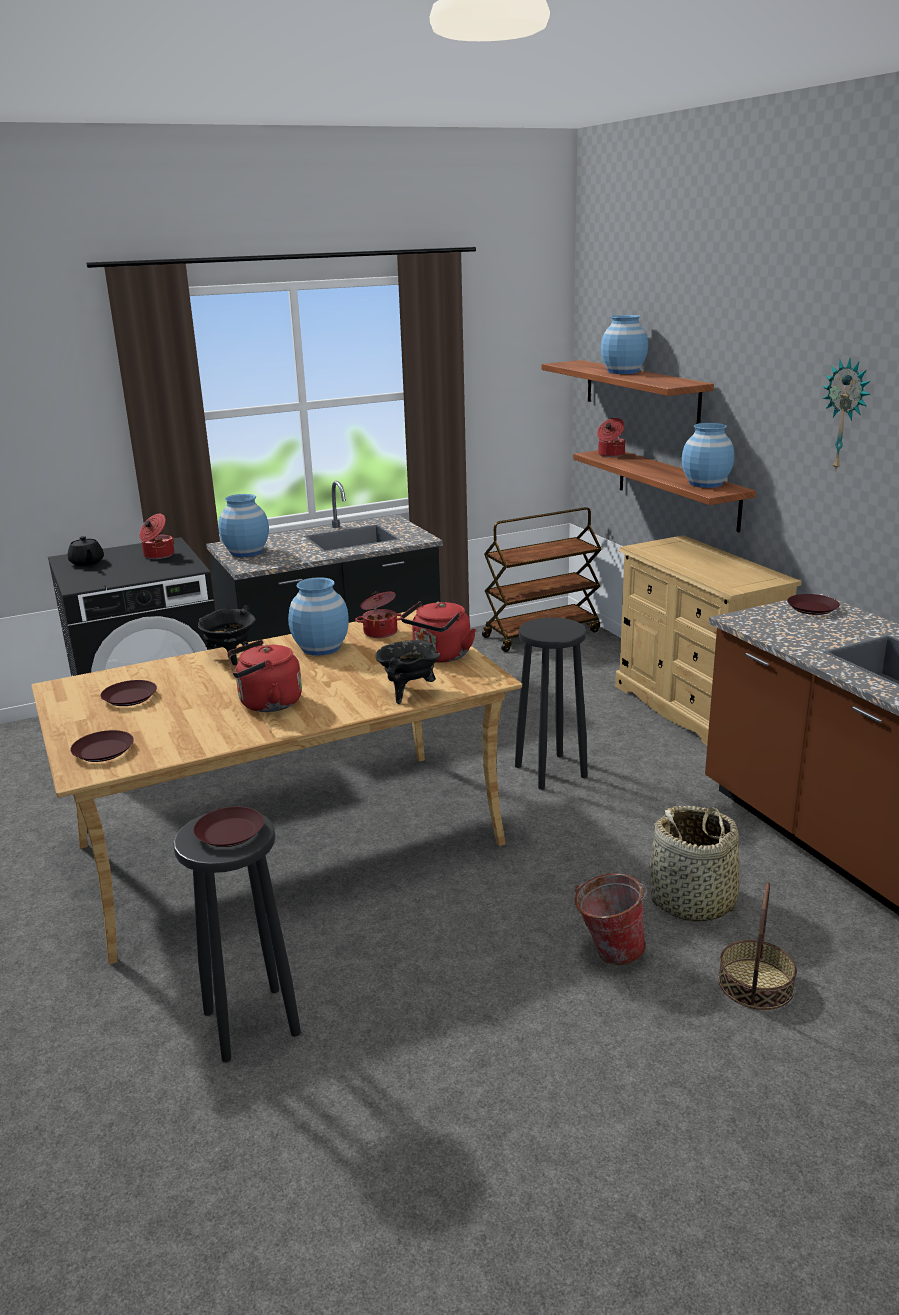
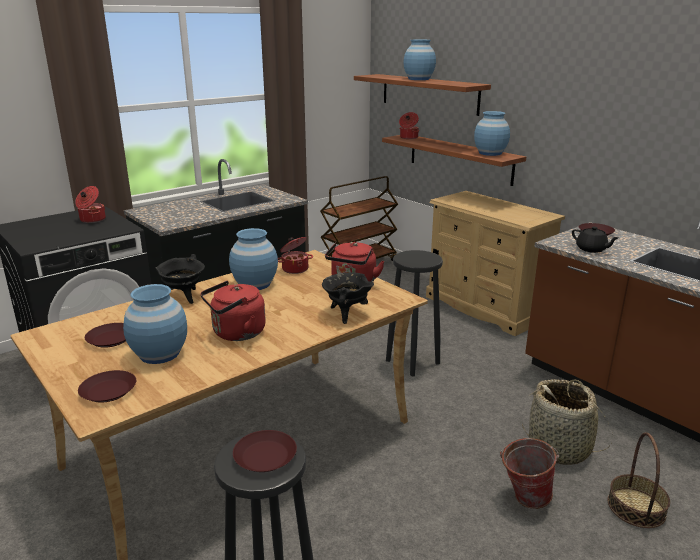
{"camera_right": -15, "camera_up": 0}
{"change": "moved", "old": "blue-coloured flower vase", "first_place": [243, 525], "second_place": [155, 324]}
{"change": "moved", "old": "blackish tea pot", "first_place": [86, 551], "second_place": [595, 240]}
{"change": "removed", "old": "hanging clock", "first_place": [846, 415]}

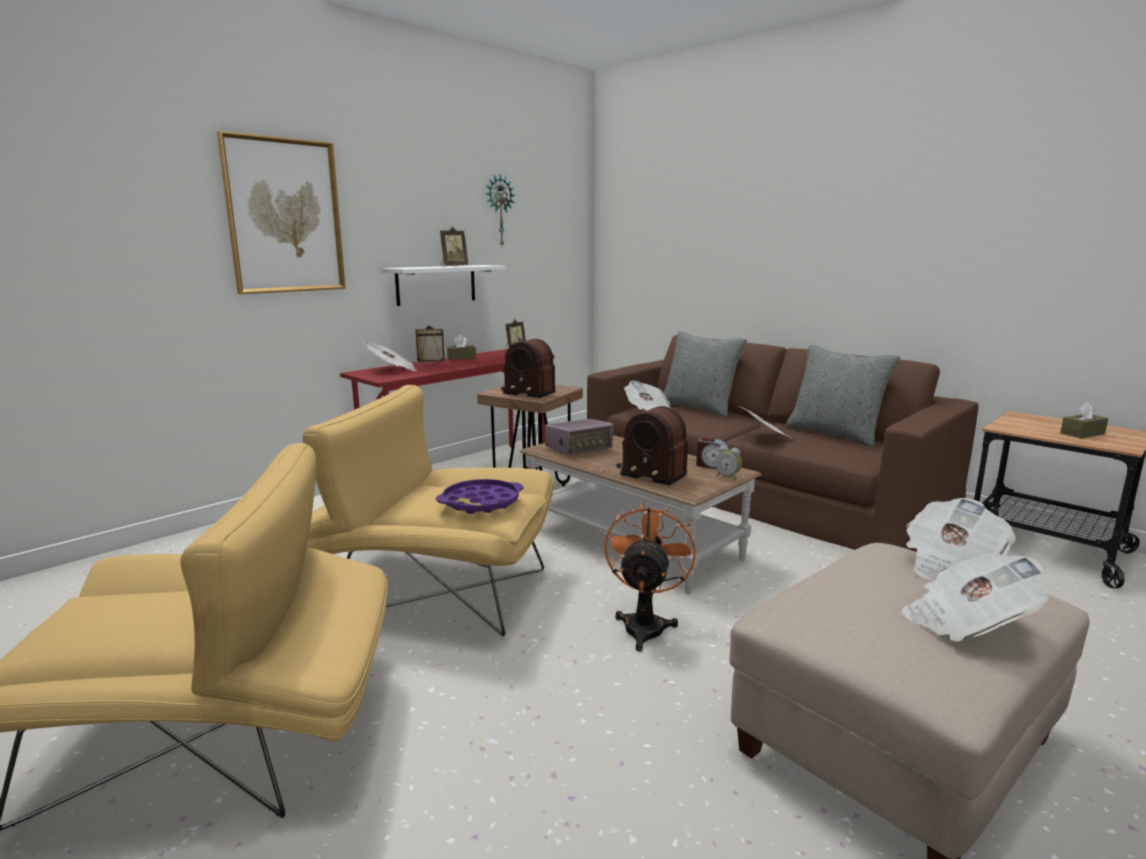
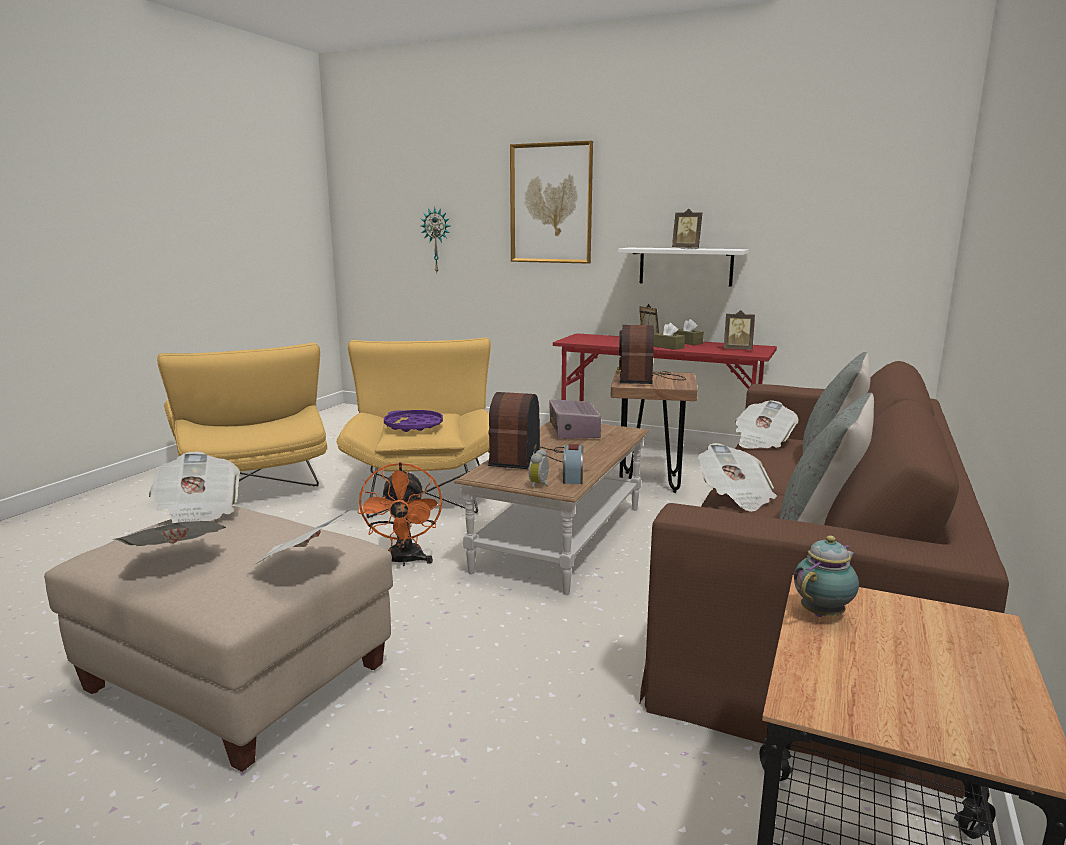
{"camera_right": 70, "camera_up": 0}
{"change": "moved", "old": "printed paper", "first_place": [390, 356], "second_place": [194, 487]}
{"change": "turned", "old": "orangey fan", "first_place": [650, 576], "second_place": [400, 514], "degrees": 90}
{"change": "moved", "old": "hanging clock", "first_place": [500, 210], "second_place": [435, 240]}
{"change": "turned", "old": "radio", "first_place": [580, 437], "second_place": [575, 419], "degrees": 45}
{"change": "moved", "old": "brown tissue box", "first_place": [1084, 419], "second_place": [669, 336]}
{"change": "added", "new": "tea pot", "second_place": [826, 576]}

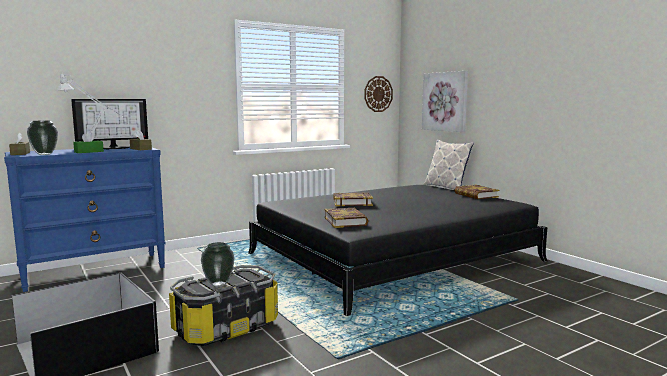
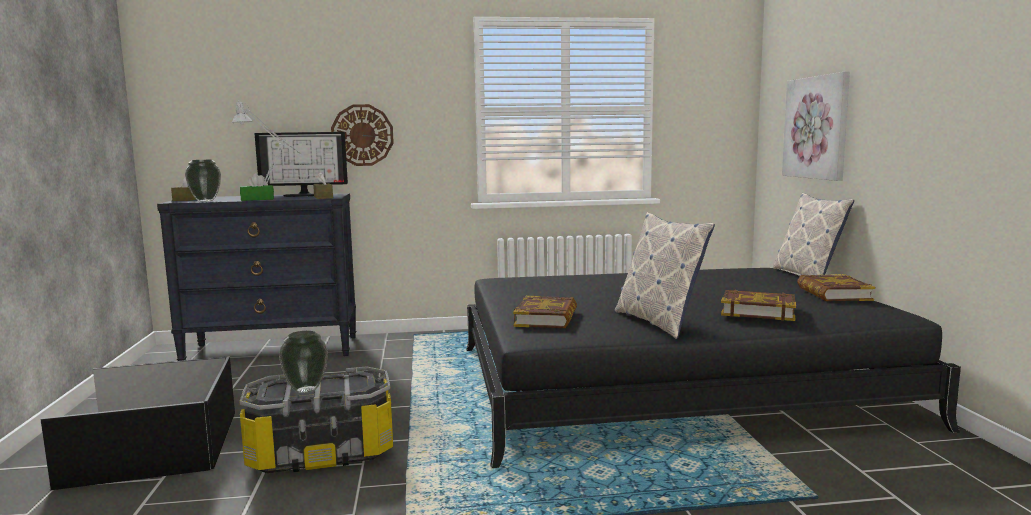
{"camera_right": 25, "camera_up": 0}
{"change": "recoloured", "old": "blue-coloured drawer chest", "new": "blackish drawer chest", "first_place": [85, 219], "second_place": [256, 277]}
{"change": "moved", "old": "hanging clock", "first_place": [378, 94], "second_place": [362, 135]}
{"change": "added", "new": "cushion", "second_place": [665, 275]}
{"change": "moved", "old": "bound book", "first_place": [353, 199], "second_place": [758, 305]}

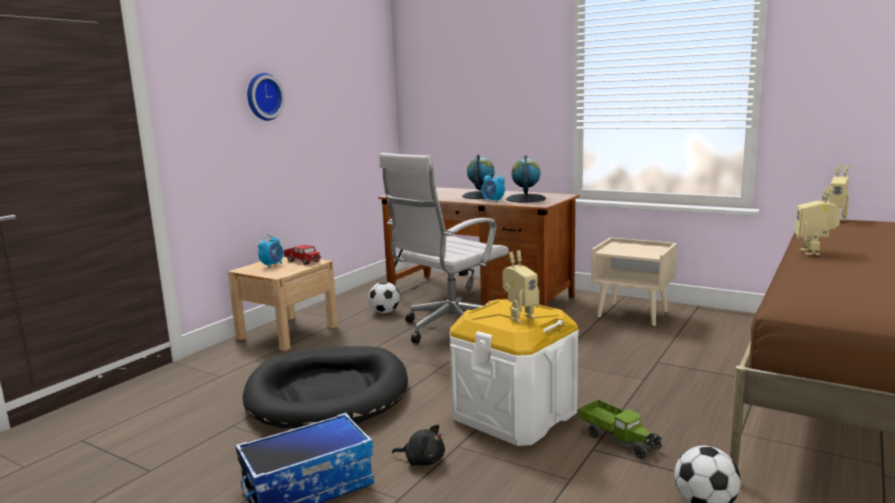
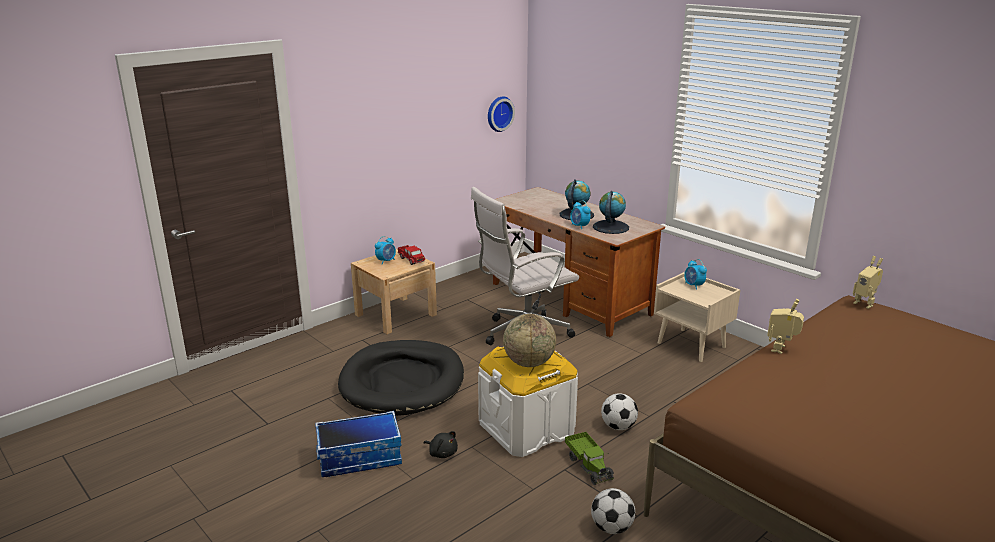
{"camera_right": 15, "camera_up": 10}
{"change": "moved", "old": "hanging clock", "first_place": [266, 97], "second_place": [501, 114]}
{"change": "replaced", "old": "robot figure", "new": "desk globe", "first_place": [520, 286], "second_place": [529, 340]}
{"change": "moved", "old": "football", "first_place": [384, 297], "second_place": [619, 411]}
{"change": "added", "new": "bedside clock", "second_place": [695, 274]}

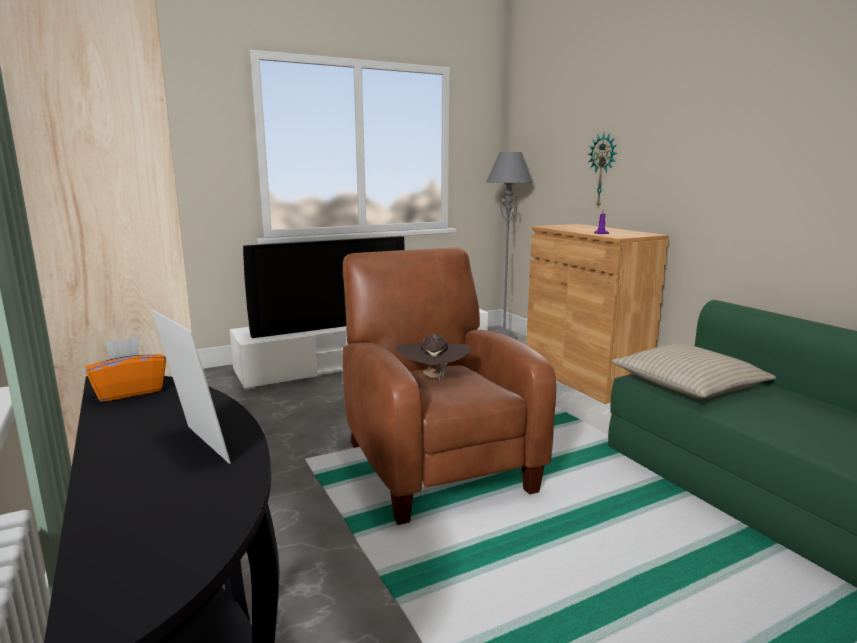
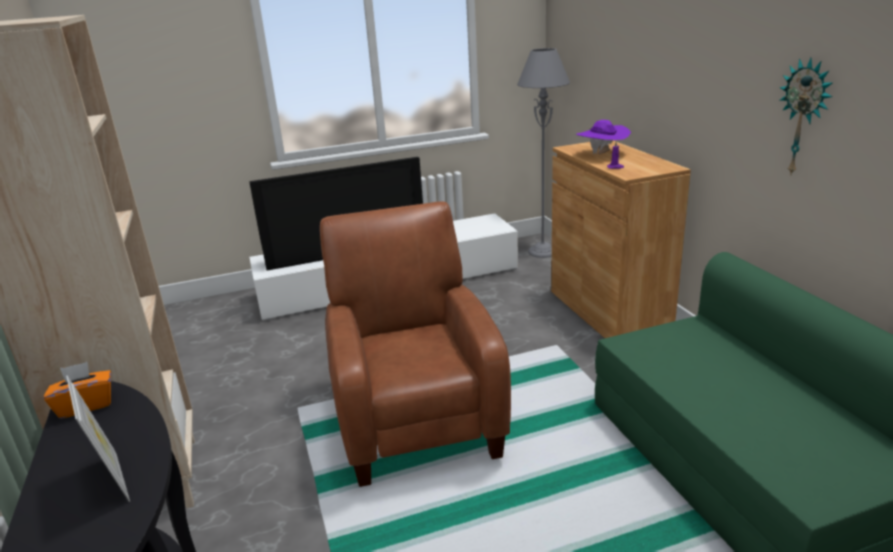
{"camera_right": 10, "camera_up": 10}
{"change": "added", "new": "purple wearable hat", "second_place": [603, 137]}
{"change": "moved", "old": "hanging clock", "first_place": [603, 170], "second_place": [805, 117]}
{"change": "removed", "old": "brown wearable hat", "first_place": [434, 358]}
{"change": "removed", "old": "beige cushion", "first_place": [694, 371]}

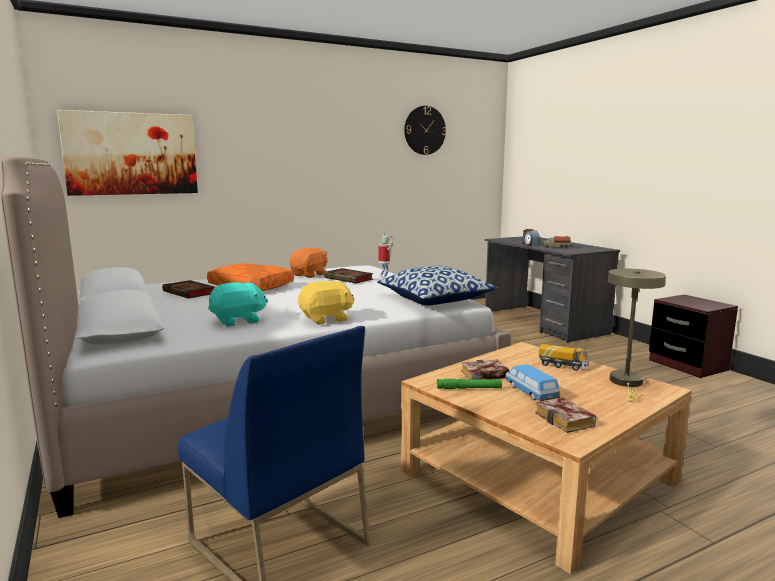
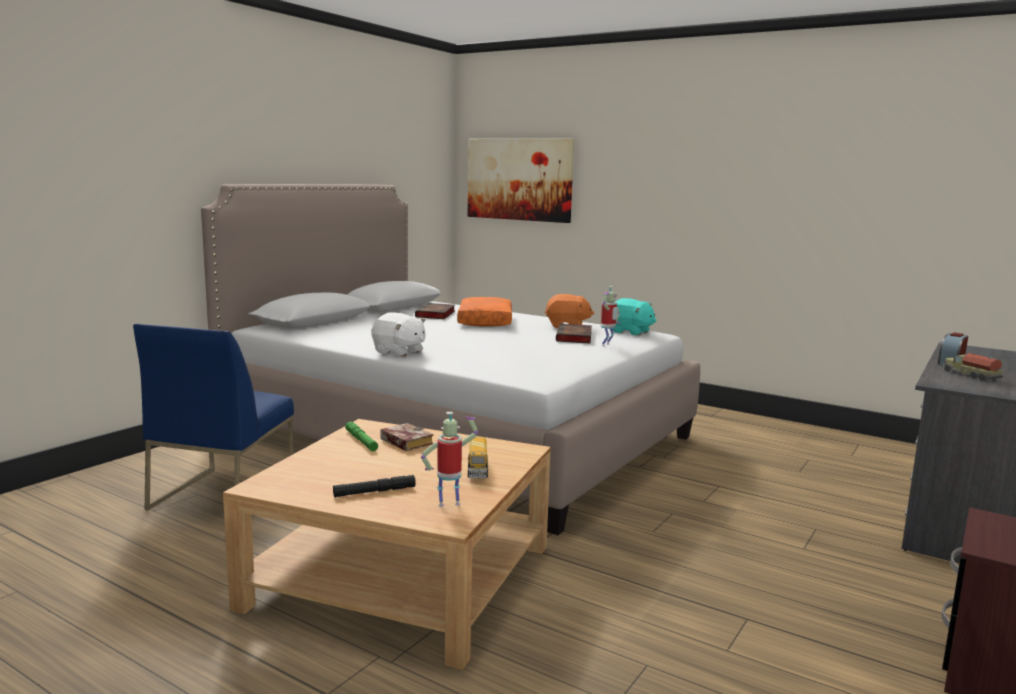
{"camera_right": 60, "camera_up": 0}
{"change": "added", "new": "blackish hand torch", "second_place": [374, 486]}
{"change": "recoloured", "old": "yellow-coloured plush toy", "new": "white plush toy", "first_place": [326, 303], "second_place": [398, 334]}
{"change": "replaced", "old": "beige lamp for a table", "new": "robot figure", "first_place": [637, 335], "second_place": [449, 459]}
{"change": "moved", "old": "turquoise plush toy", "first_place": [238, 304], "second_place": [635, 317]}
{"change": "removed", "old": "cushion", "first_place": [437, 285]}
{"change": "removed", "old": "hanging clock", "first_place": [425, 130]}
{"change": "removed", "old": "model car", "first_place": [532, 382]}
{"change": "removed", "old": "bound book", "first_place": [565, 415]}

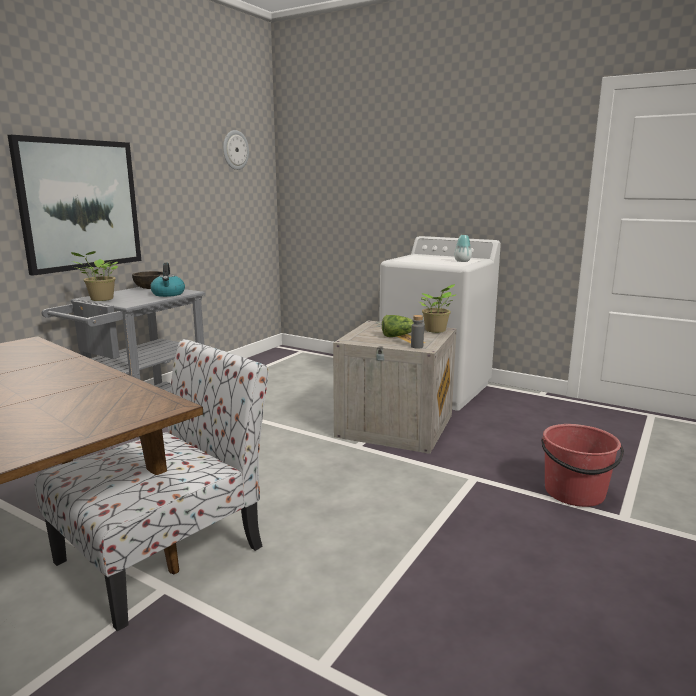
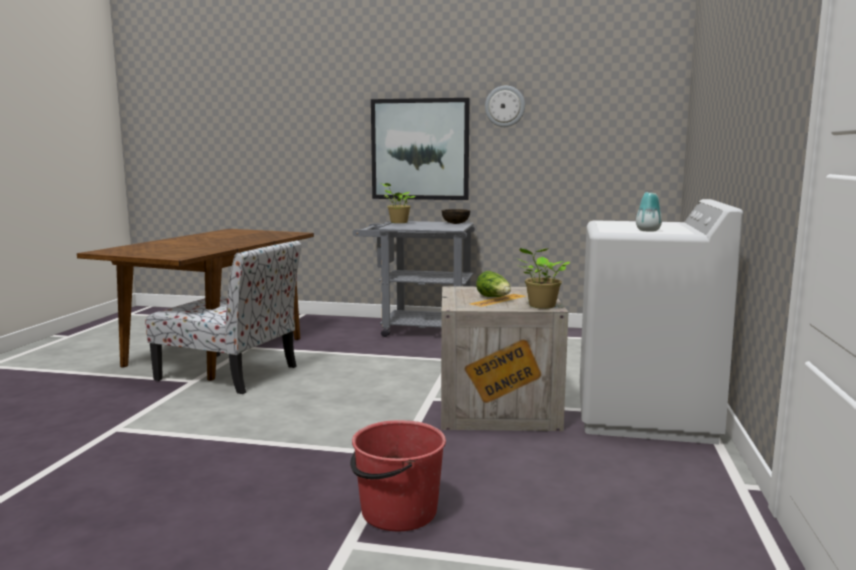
{"camera_right": 70, "camera_up": -5}
{"change": "moved", "old": "hanging clock", "first_place": [236, 150], "second_place": [505, 106]}
{"change": "removed", "old": "kettle", "first_place": [167, 280]}
{"change": "removed", "old": "gray bottle", "first_place": [417, 332]}

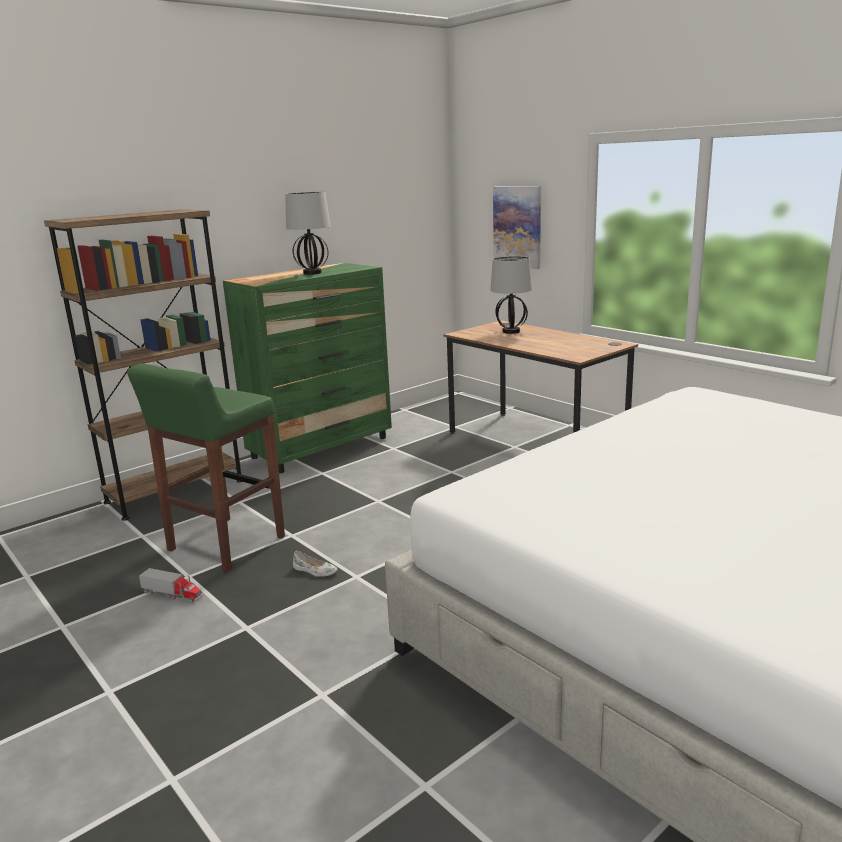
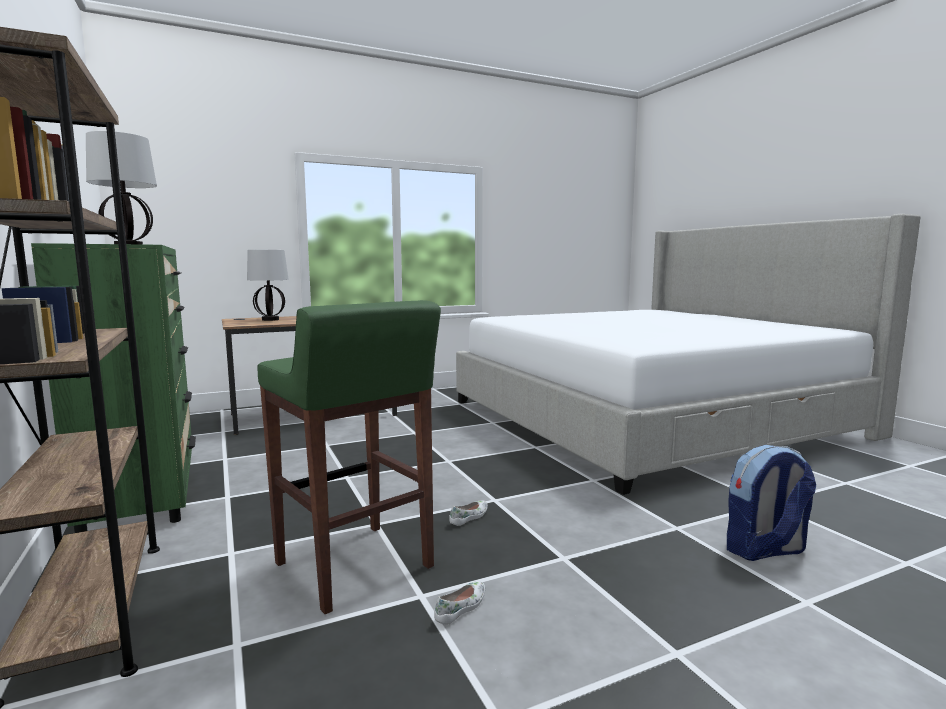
{"camera_right": -75, "camera_up": -10}
{"change": "replaced", "old": "toy lorry", "new": "white item of footwear", "first_place": [171, 585], "second_place": [459, 603]}
{"change": "added", "new": "backpack", "second_place": [771, 503]}
{"change": "removed", "old": "wall picture", "first_place": [517, 227]}

